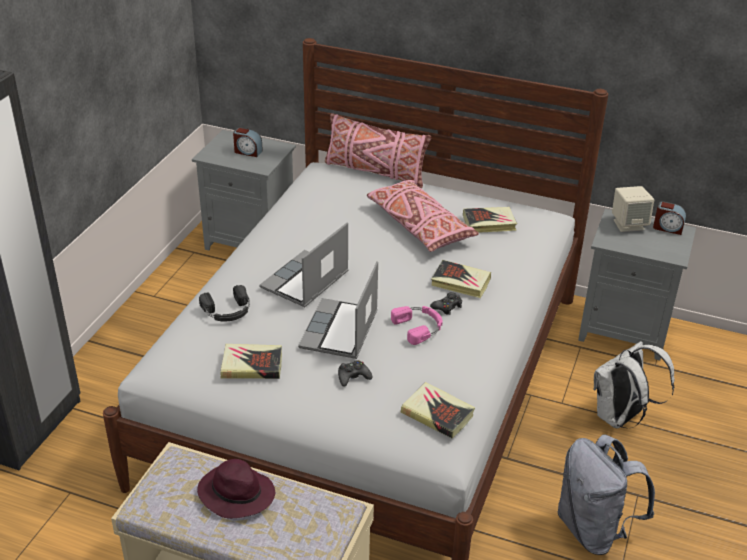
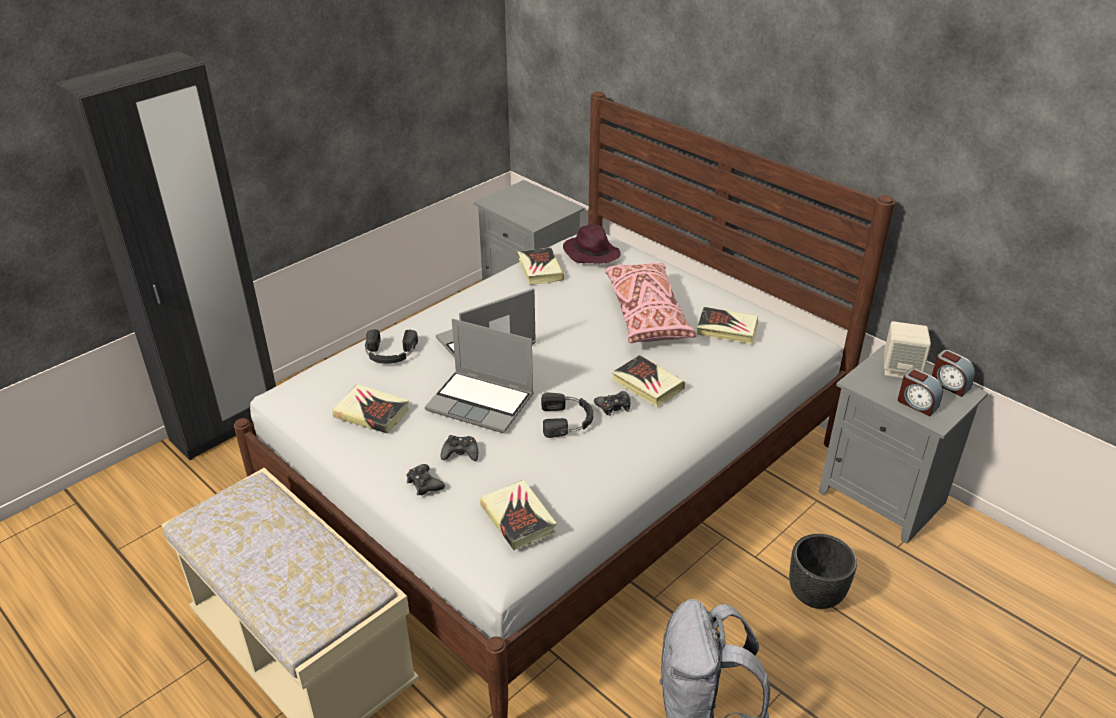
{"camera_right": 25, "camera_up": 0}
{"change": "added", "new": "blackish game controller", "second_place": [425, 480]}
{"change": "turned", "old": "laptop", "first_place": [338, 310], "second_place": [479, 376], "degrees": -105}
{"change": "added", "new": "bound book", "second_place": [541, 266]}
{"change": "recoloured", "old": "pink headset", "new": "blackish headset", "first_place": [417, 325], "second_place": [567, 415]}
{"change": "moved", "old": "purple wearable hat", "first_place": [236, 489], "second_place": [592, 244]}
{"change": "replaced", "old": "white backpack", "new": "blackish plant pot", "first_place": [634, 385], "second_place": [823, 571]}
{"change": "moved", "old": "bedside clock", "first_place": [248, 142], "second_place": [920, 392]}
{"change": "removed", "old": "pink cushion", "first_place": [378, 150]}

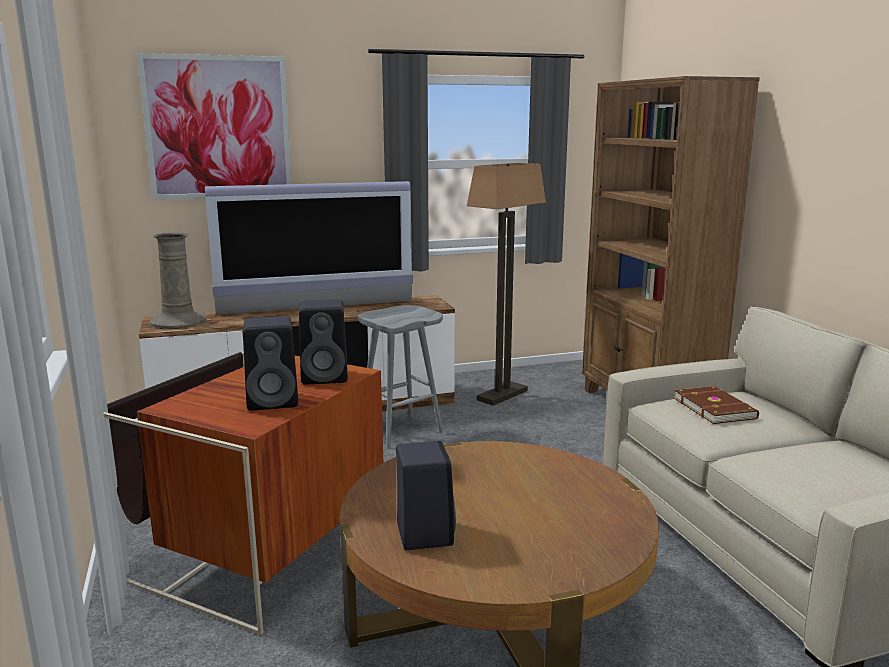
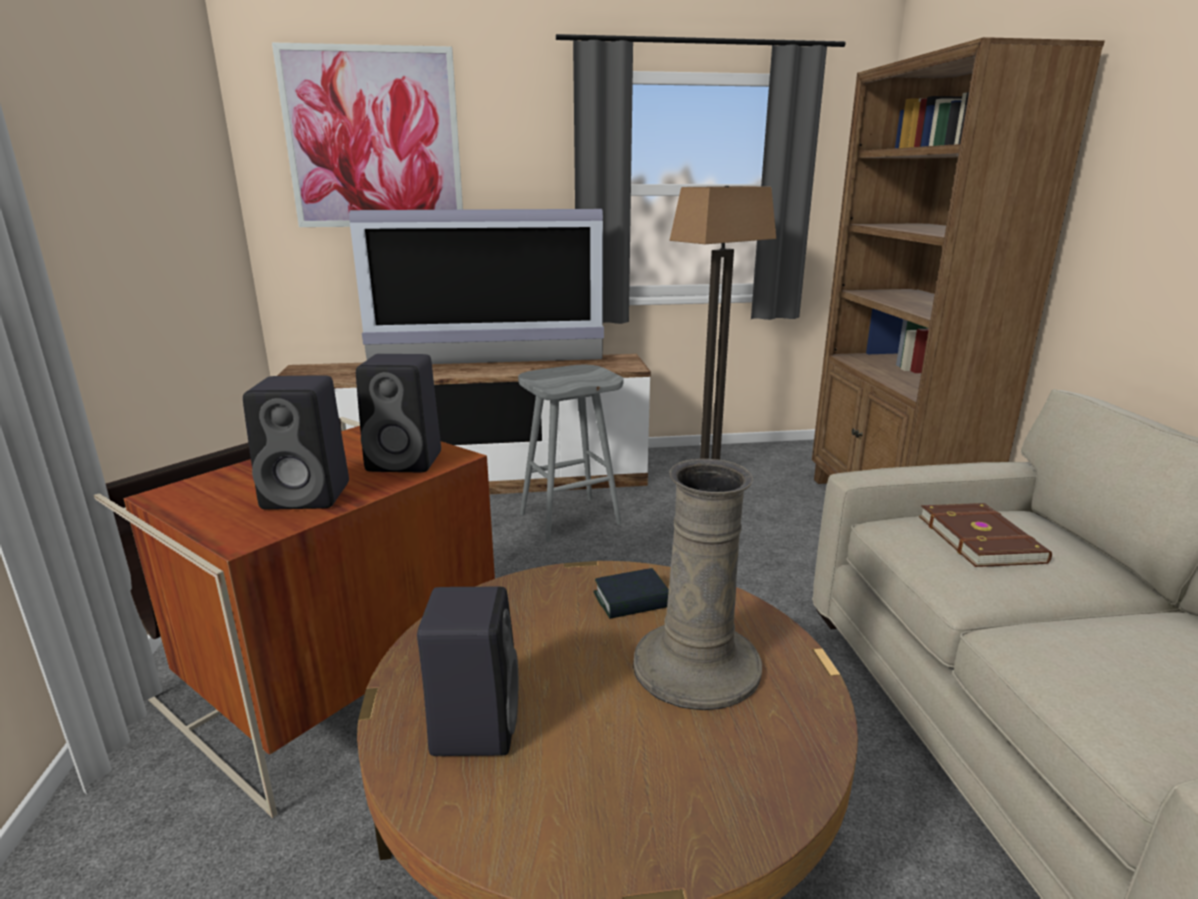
{"camera_right": 10, "camera_up": 5}
{"change": "added", "new": "bound book", "second_place": [631, 593]}
{"change": "moved", "old": "beige flower vase", "first_place": [178, 280], "second_place": [697, 584]}

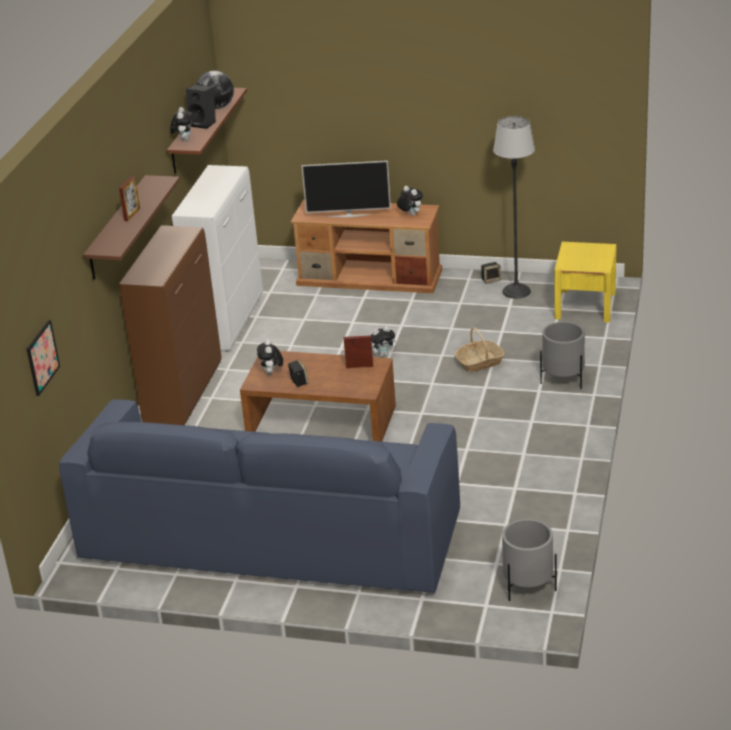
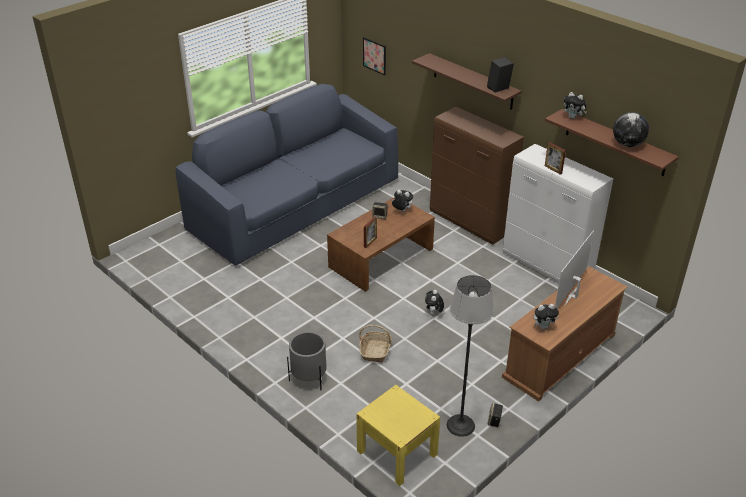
{"camera_right": 120, "camera_up": 5}
{"change": "moved", "old": "blackish audio speaker", "first_place": [201, 107], "second_place": [500, 75]}
{"change": "moved", "old": "picture frame", "first_place": [129, 198], "second_place": [555, 158]}
{"change": "removed", "old": "gray plant pot", "first_place": [529, 560]}

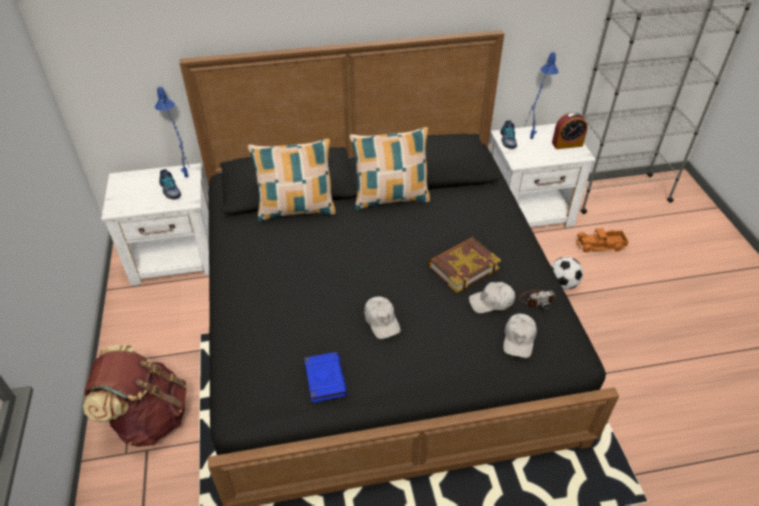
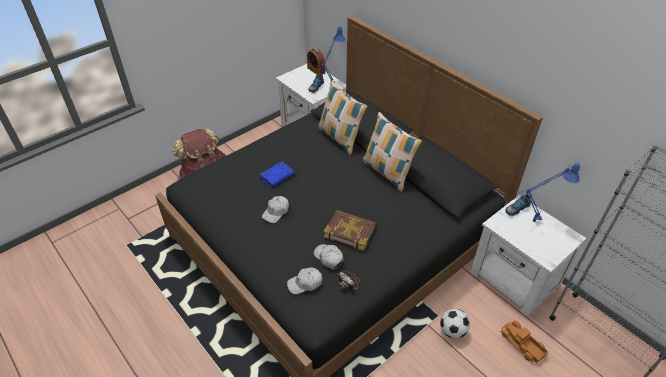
{"camera_right": 60, "camera_up": 0}
{"change": "moved", "old": "blue-coloured bound book", "first_place": [325, 377], "second_place": [277, 175]}
{"change": "moved", "old": "bedside clock", "first_place": [570, 130], "second_place": [316, 61]}

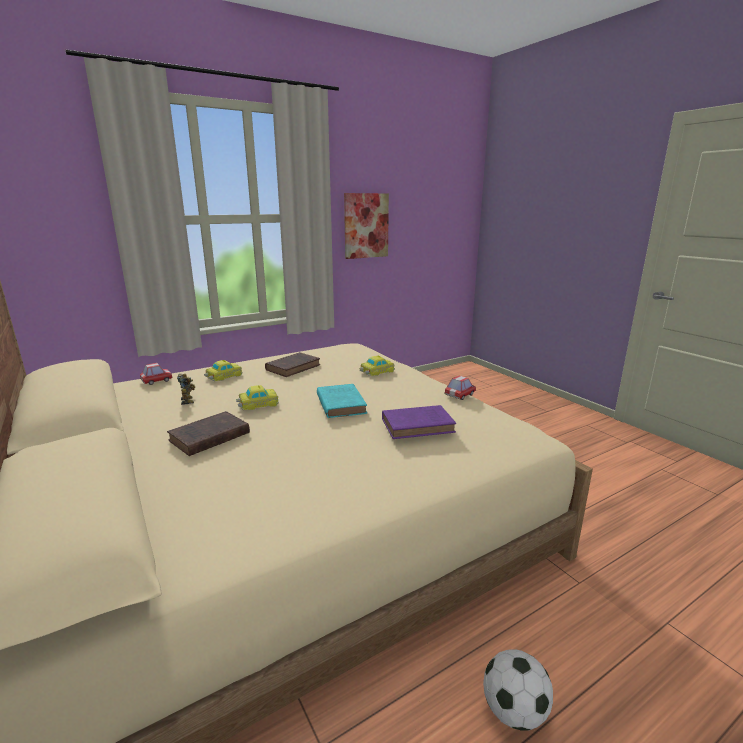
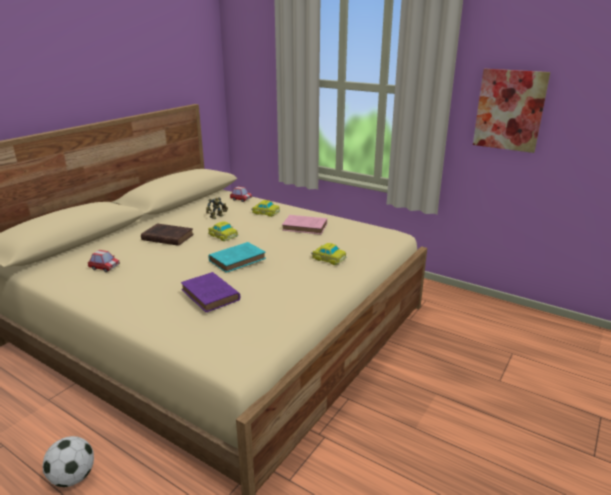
{"camera_right": 65, "camera_up": 5}
{"change": "moved", "old": "model car", "first_place": [460, 388], "second_place": [104, 261]}
{"change": "recoloured", "old": "brown bound book", "new": "pink bound book", "first_place": [292, 364], "second_place": [304, 224]}

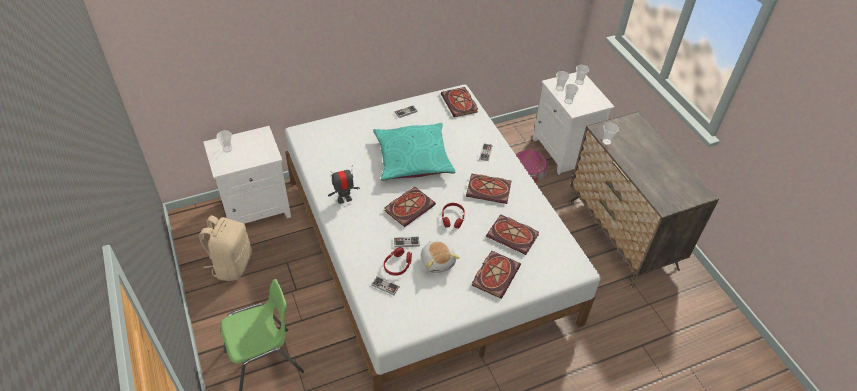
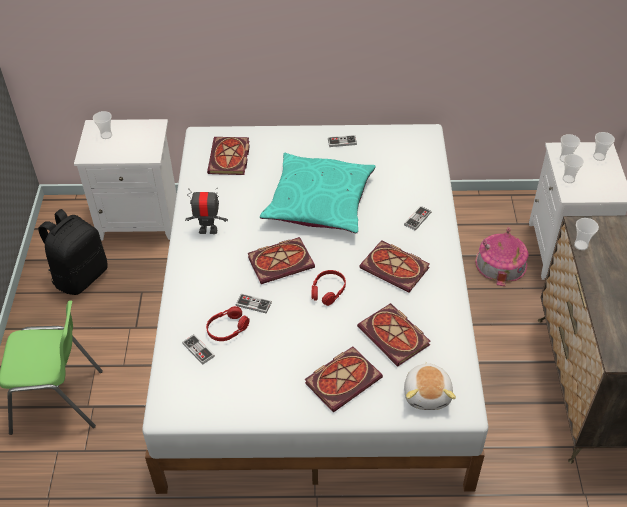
{"camera_right": 25, "camera_up": 0}
{"change": "recoloured", "old": "beige backpack", "new": "blackish backpack", "first_place": [225, 248], "second_place": [73, 252]}
{"change": "moved", "old": "bound book", "first_place": [459, 102], "second_place": [228, 156]}
{"change": "moved", "old": "plush toy", "first_place": [440, 257], "second_place": [430, 386]}

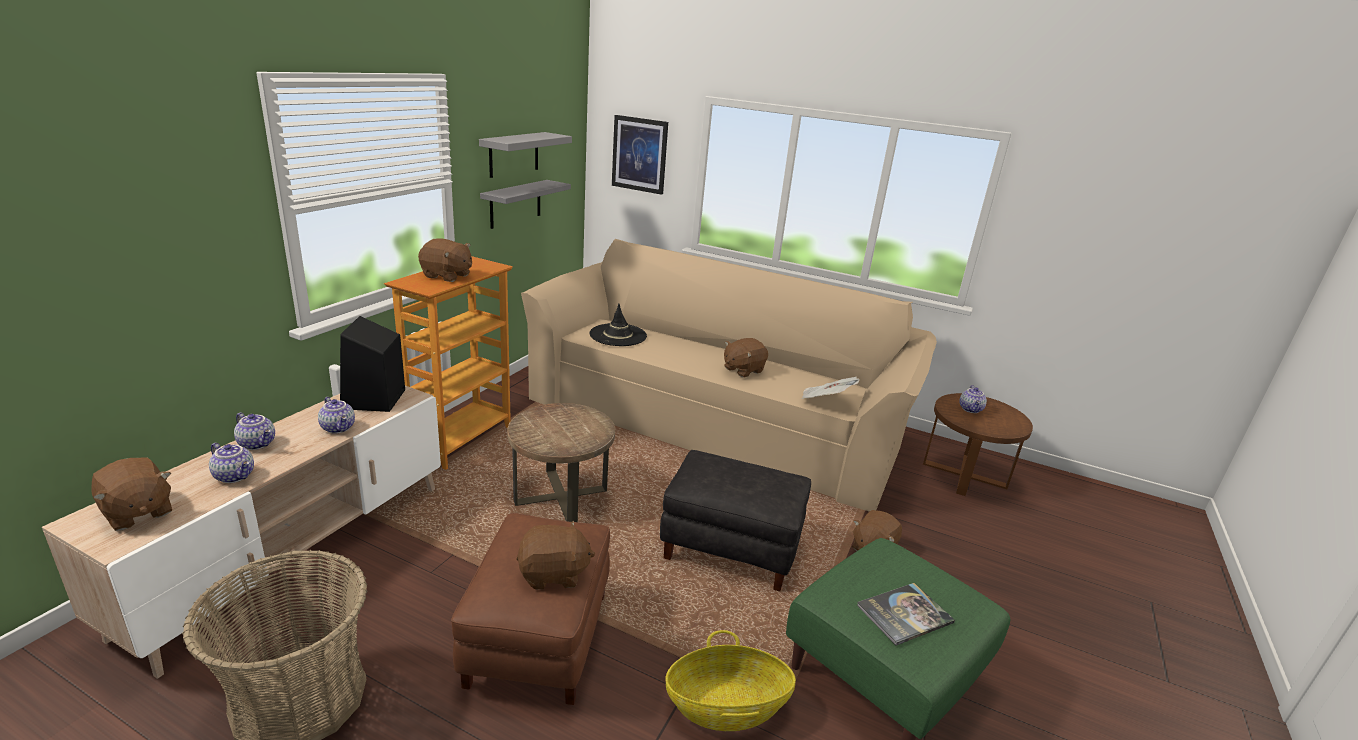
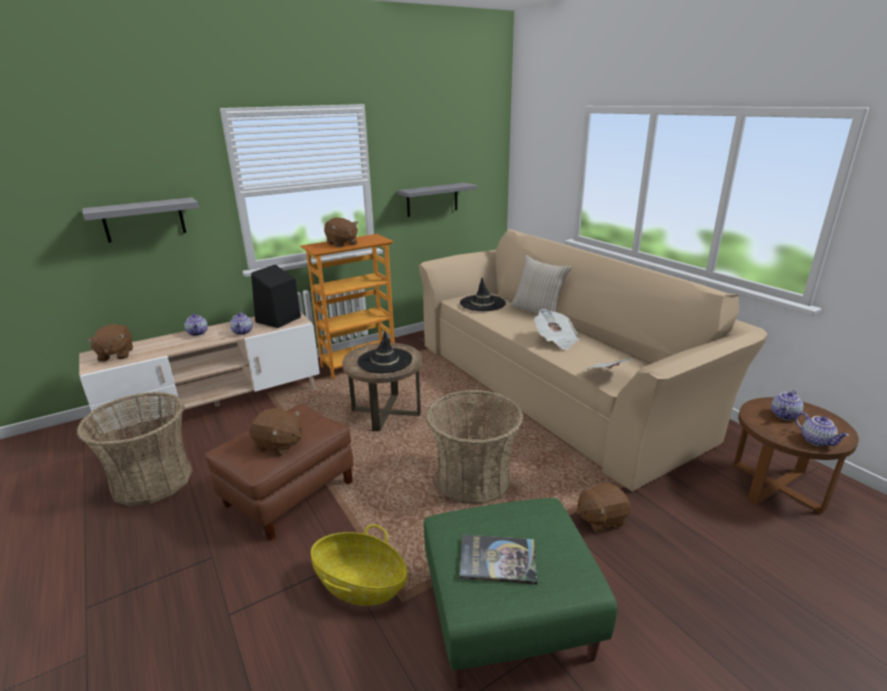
{"camera_right": 35, "camera_up": 0}
{"change": "moved", "old": "gray wall shelf", "first_place": [525, 155], "second_place": [140, 220]}
{"change": "added", "new": "blackish wearable hat", "second_place": [384, 352]}
{"change": "replaced", "old": "blackish footrest", "new": "storage basket", "first_place": [735, 520], "second_place": [474, 447]}
{"change": "added", "new": "beige cushion", "second_place": [540, 284]}
{"change": "replaced", "old": "brown plush toy", "new": "printed paper", "first_place": [746, 358], "second_place": [557, 329]}
{"change": "moved", "old": "tea pot", "first_place": [231, 463], "second_place": [822, 429]}
{"change": "removed", "old": "wall picture", "first_place": [640, 155]}

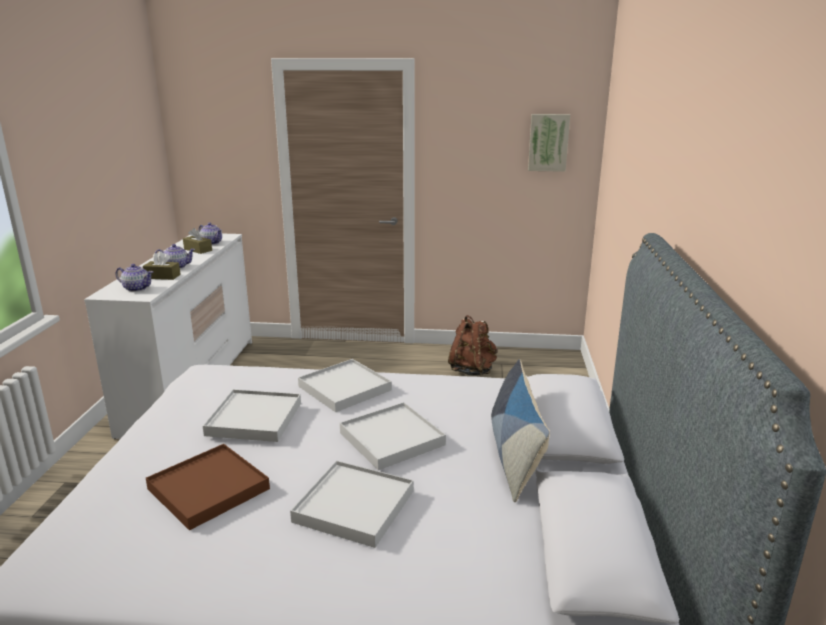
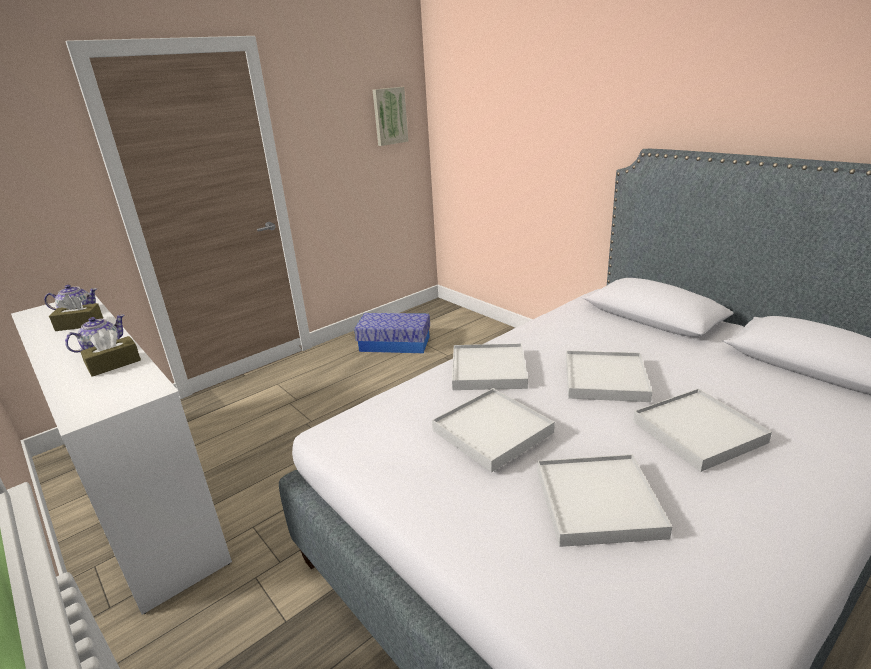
{"camera_right": -45, "camera_up": 5}
{"change": "replaced", "old": "brown backpack", "new": "storage container", "first_place": [473, 345], "second_place": [392, 333]}
{"change": "recoloured", "old": "brown serving tray", "new": "white serving tray", "first_place": [208, 487], "second_place": [604, 500]}
{"change": "removed", "old": "tea pot", "first_place": [134, 278]}
{"change": "removed", "old": "cushion", "first_place": [520, 430]}

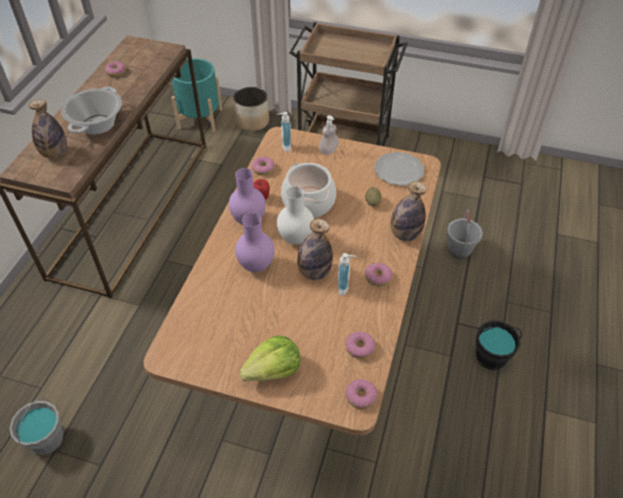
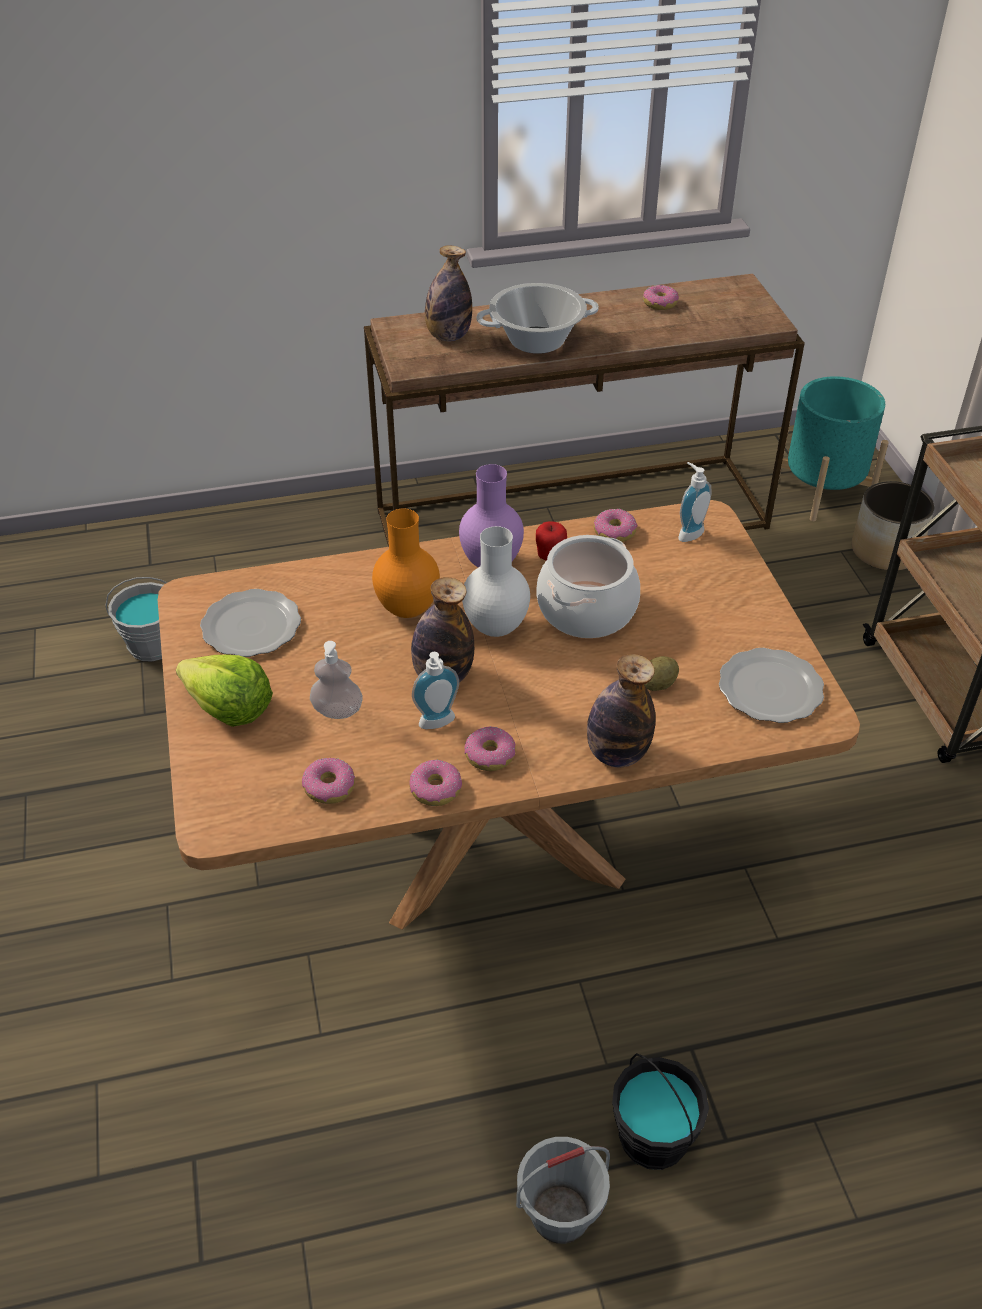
{"camera_right": 60, "camera_up": -5}
{"change": "added", "new": "plate", "second_place": [250, 623]}
{"change": "moved", "old": "liquid soap bottle", "first_place": [329, 135], "second_place": [336, 680]}
{"change": "recoloured", "old": "purple flower vase", "new": "orangey flower vase", "first_place": [254, 242], "second_place": [406, 563]}
{"change": "moved", "old": "donut", "first_place": [361, 394], "second_place": [435, 783]}
{"change": "moved", "old": "gray pail", "first_place": [464, 234], "second_place": [563, 1190]}

